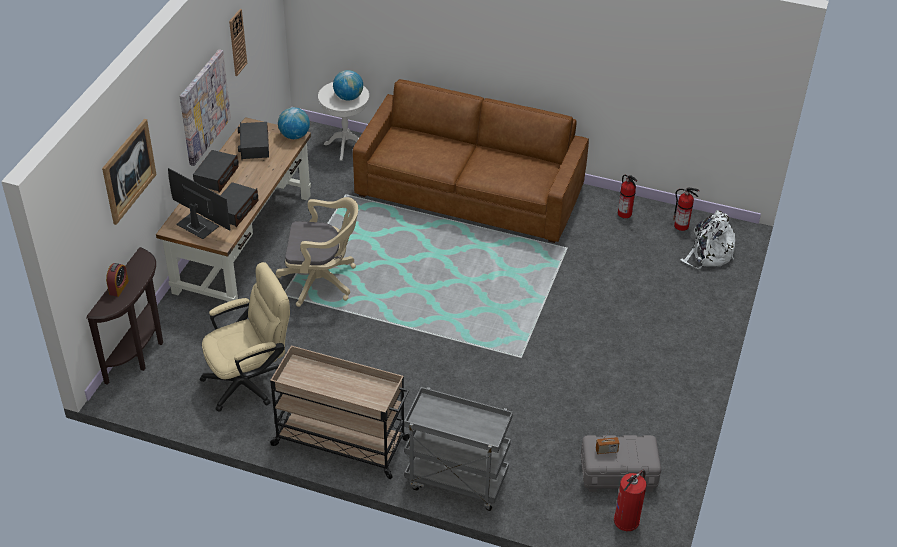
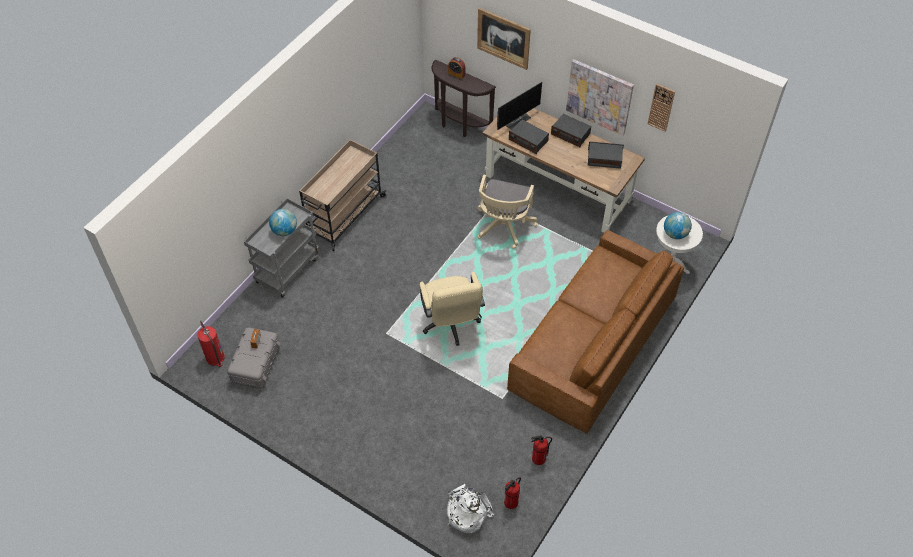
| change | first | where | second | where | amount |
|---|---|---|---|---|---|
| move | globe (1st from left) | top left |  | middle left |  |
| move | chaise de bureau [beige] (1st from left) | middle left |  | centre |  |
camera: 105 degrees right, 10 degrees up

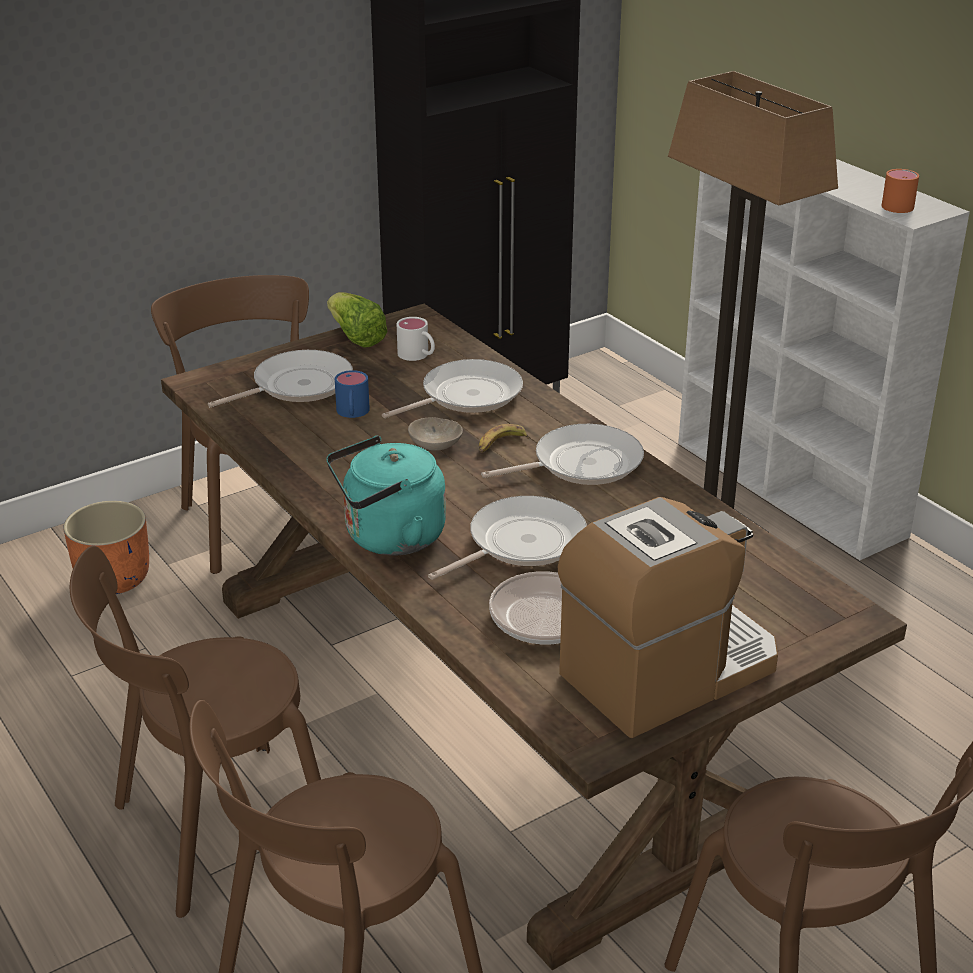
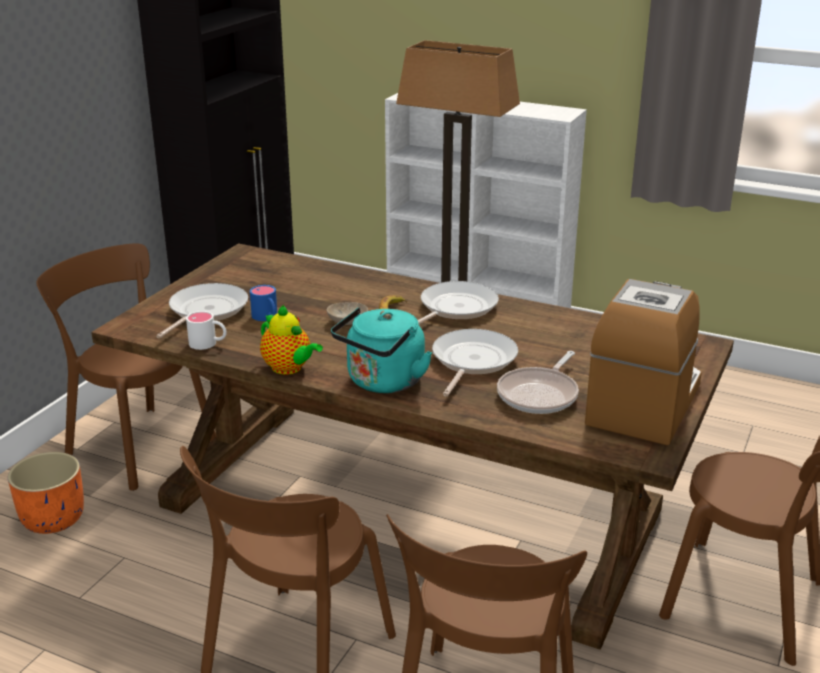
| change | first | where | second | where | amount |
|---|---|---|---|---|---|
| delete | mug [orange] | top right |  |  |  |
| delete | laitue | top centre |  |  |  |
| move | mug [blanc] | centre |  | middle left |  |
| delete | poêle (2nd from left) | centre |  |  |  |
| insert |  |  | théière | centre |  |
camera: 30 degrees left, 5 degrees down

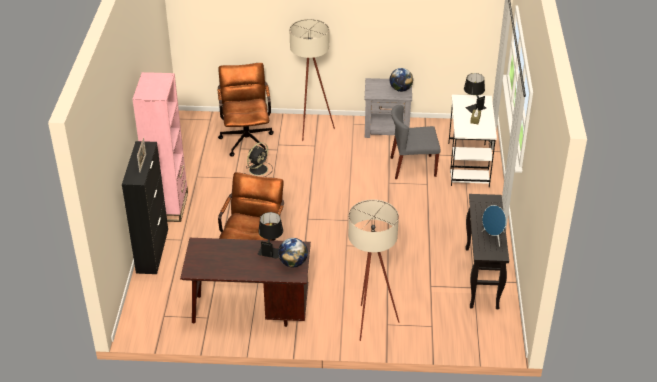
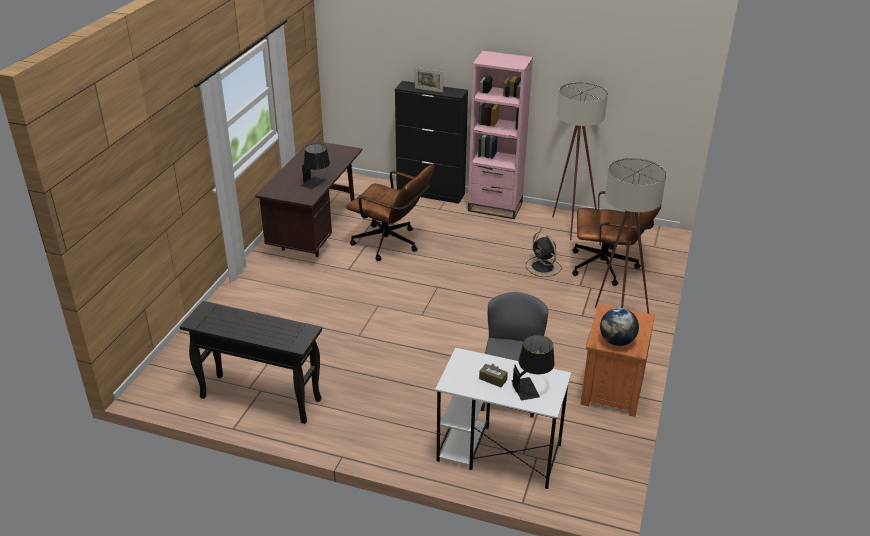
| change | first | where | second | where | amount |
|---|---|---|---|---|---|
| recolor | table de chevet [gris] | top centre | table de chevet [orange] | bottom right |  |
| move | lampadaire [beige] (2nd from left in the first image) | bottom centre | lampadaire [beige] (1st from left) | top right |  |
| delete | enceinte [bleu] | middle right |  |  |  |
| delete | globe (1st from left) | centre |  |  |  |
camera: 105 degrees right, 5 degrees down

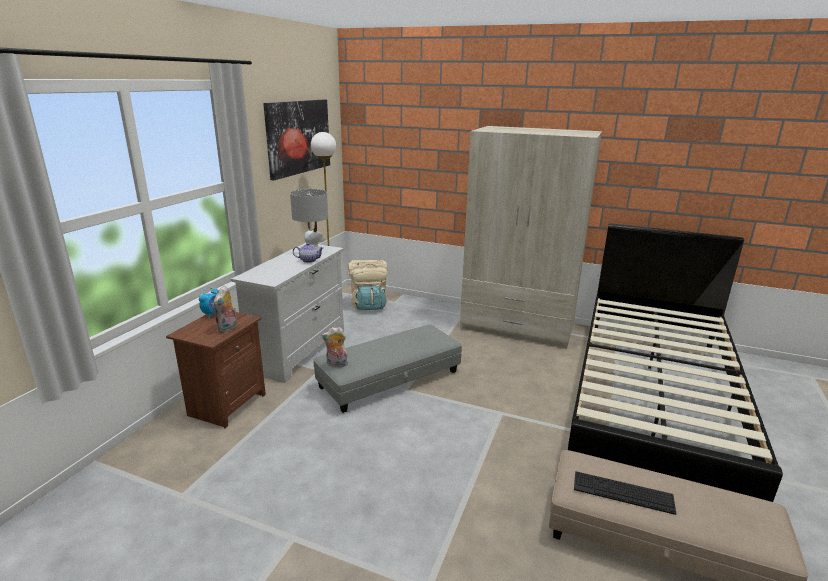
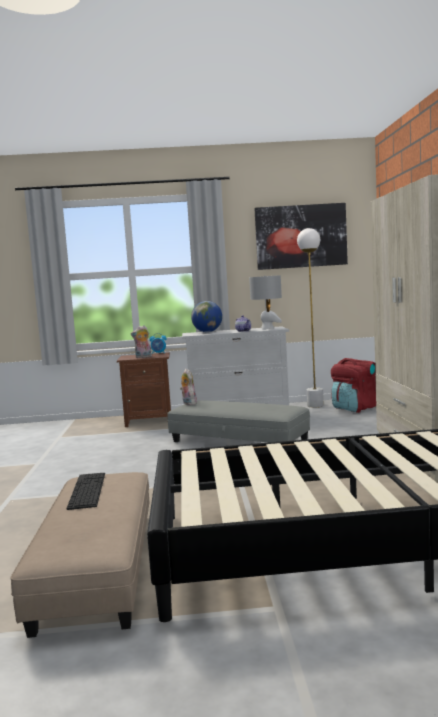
| change | first | where | second | where | amount |
|---|---|---|---|---|---|
| recolor | sac à dos [beige] | centre | sac à dos [rouge] | middle right |  |
| insert |  |  | globe | centre |  |
camera: 65 degrees right, 15 degrees down

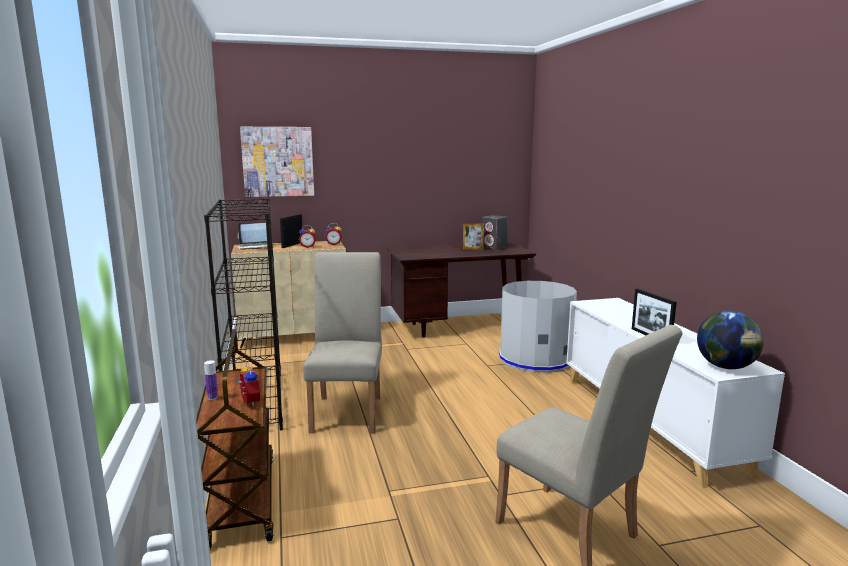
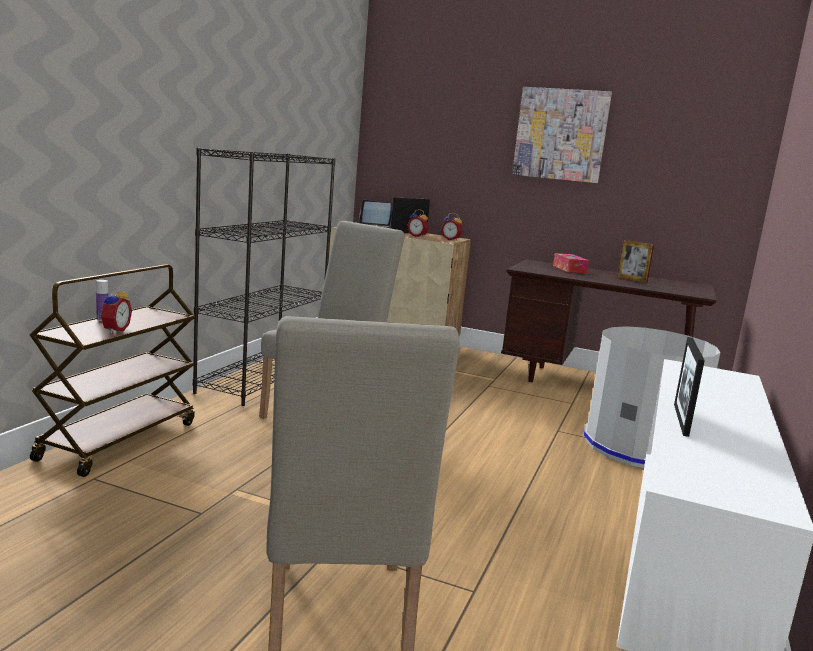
| change | first | where | second | where | amount |
|---|---|---|---|---|---|
| move | tableau | top left |  | top right |  |
| delete | enceinte [gris] | centre |  |  |  |
| delete | globe | middle right |  |  |  |
| insert |  |  | boîte à mouchoirs | middle right |  |
camera: 35 degrees right, 0 degrees up

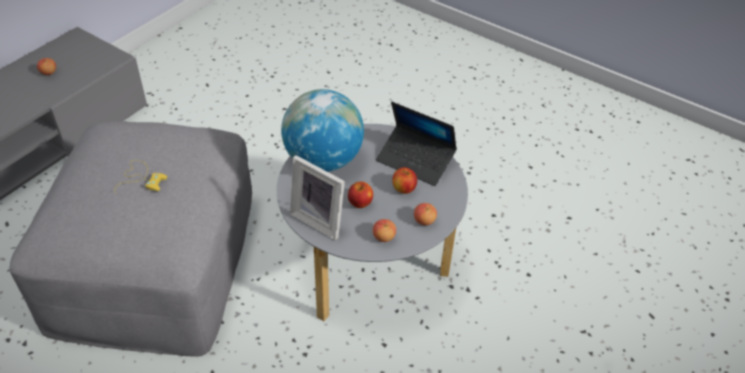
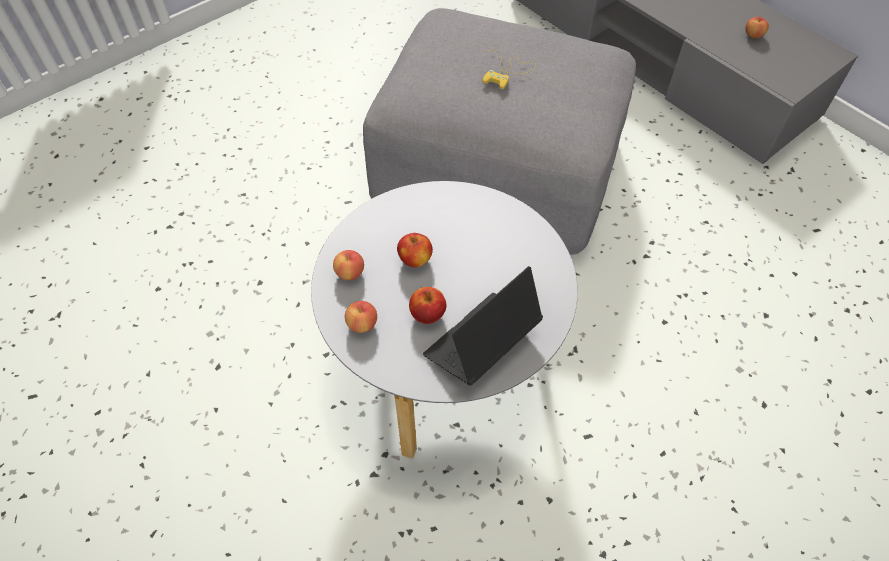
| change | first | where | second | where | amount |
|---|---|---|---|---|---|
| delete | globe | centre |  |  |  |
| delete | cadre photo | centre |  |  |  |
camera: 105 degrees right, 10 degrees up

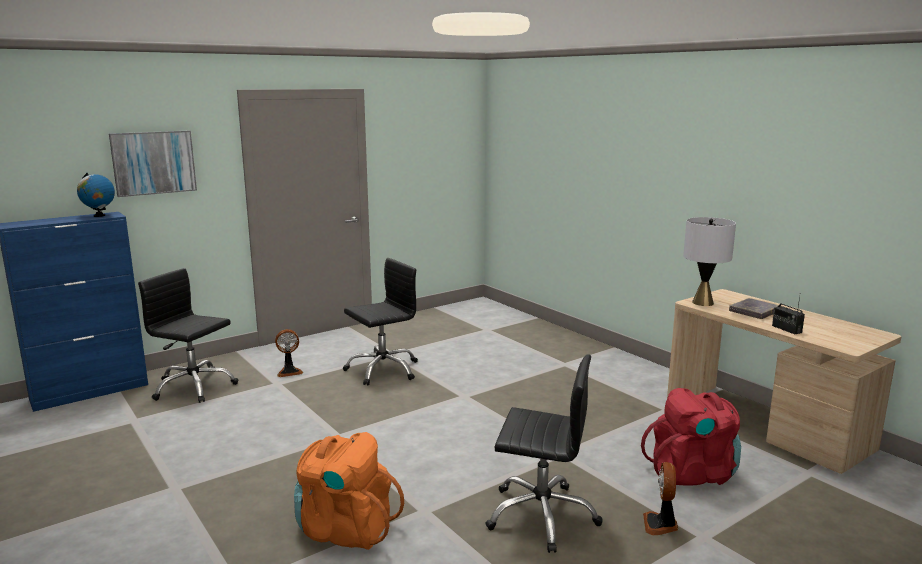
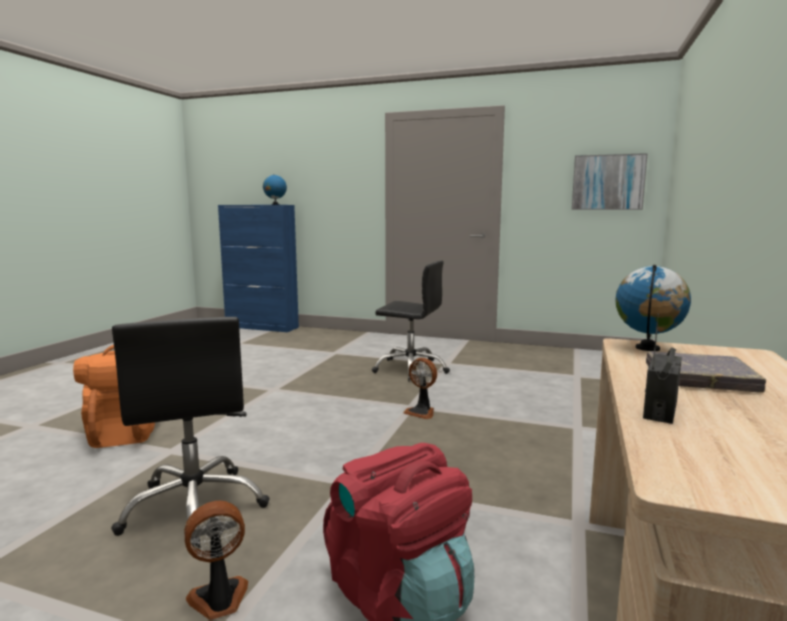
| change | first | where | second | where | amount |
|---|---|---|---|---|---|
| move | tableau | top left |  | top right |  |
| replace | lampe de table [gris] | middle right | globe (2nd from left) | middle right |  |
| delete | chaise de bureau [noir] (1st from left) | middle left |  |  |  |
| move | ventilateur (1st from left in the first image) | middle left | ventilateur (2nd from left) | centre |  |
camera: 55 degrees right, 5 degrees down

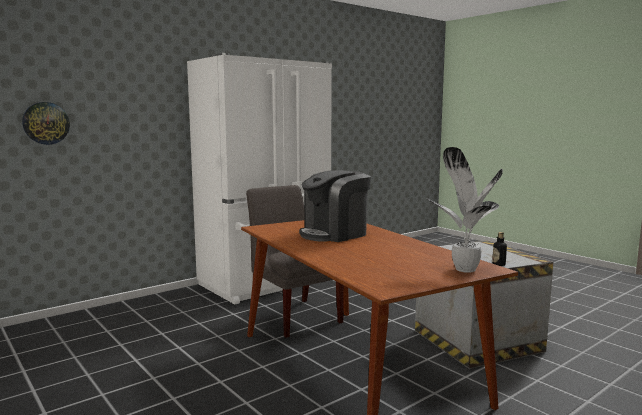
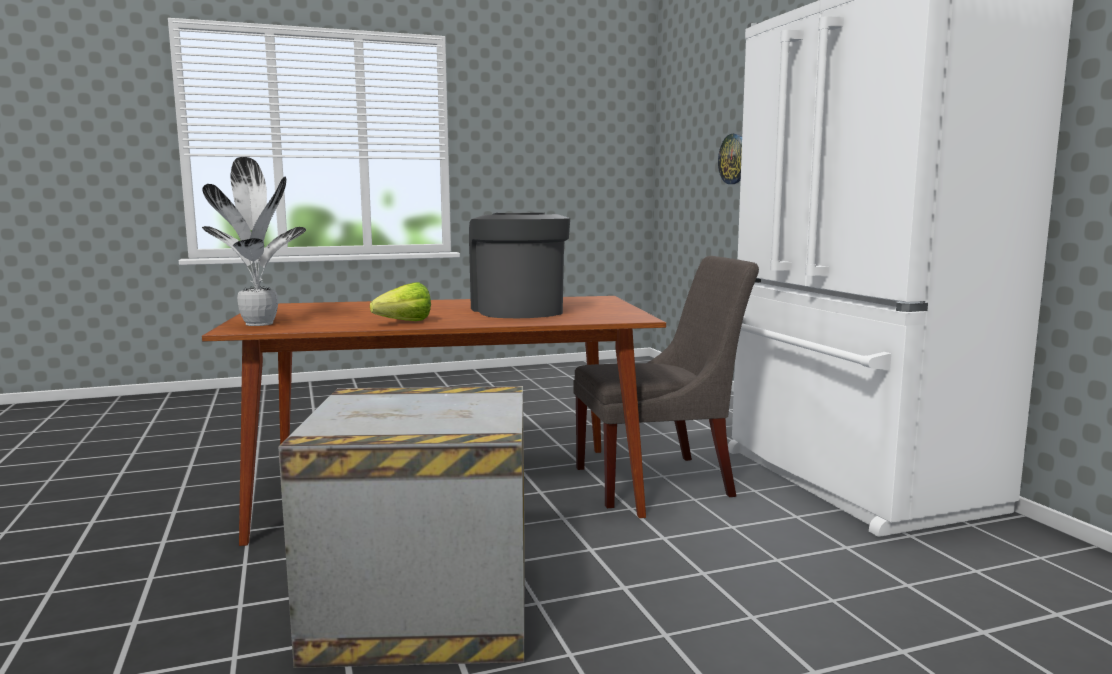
| change | first | where | second | where | amount |
|---|---|---|---|---|---|
| delete | bouteille | middle right |  |  |  |
| insert |  |  | laitue | centre |  |
camera: 110 degrees right, 0 degrees up

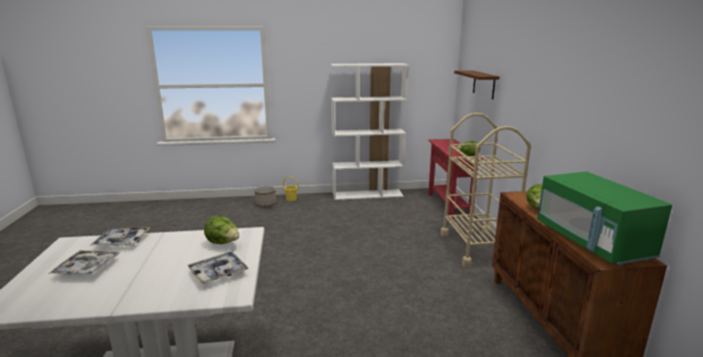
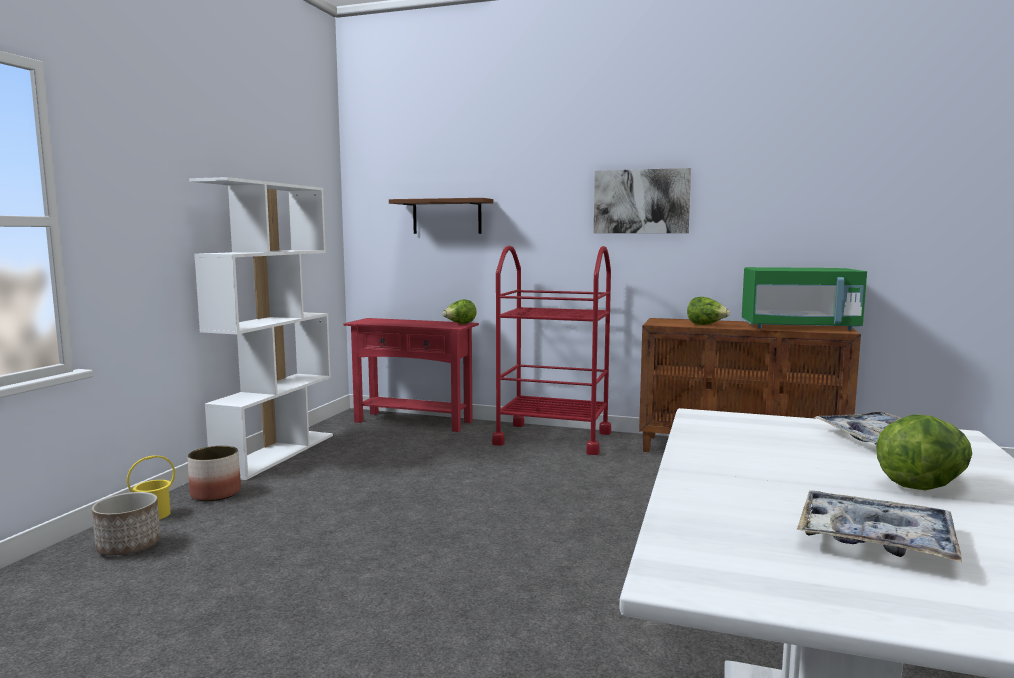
| change | first | where | second | where | amount |
|---|---|---|---|---|---|
| recolor | chariot [beige] | middle right | chariot [rouge] | centre |  |
| move | laitue (1st from left in the first image) | middle left | laitue (3rd from left) | bottom right |  |
| delete | plateau (2nd from left) | middle left |  |  |  |
| insert |  |  | tableau | top centre |  |
| insert |  |  | cache-pot (2nd from left) | bottom left |  |
camera: 65 degrees left, 10 degrees down

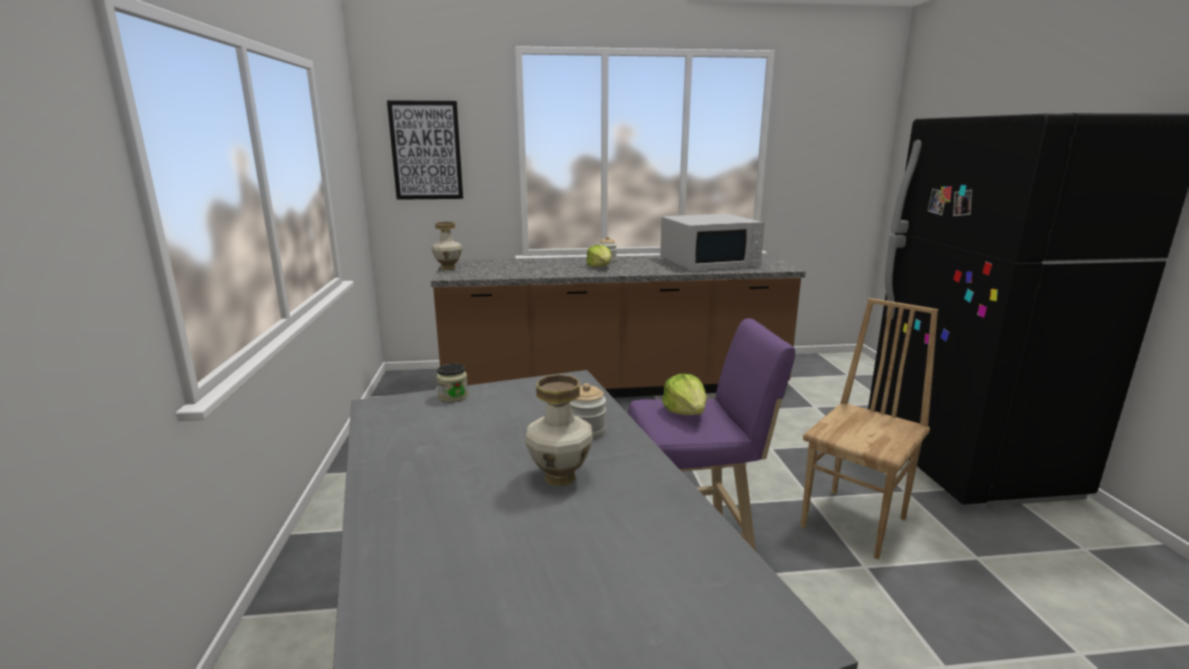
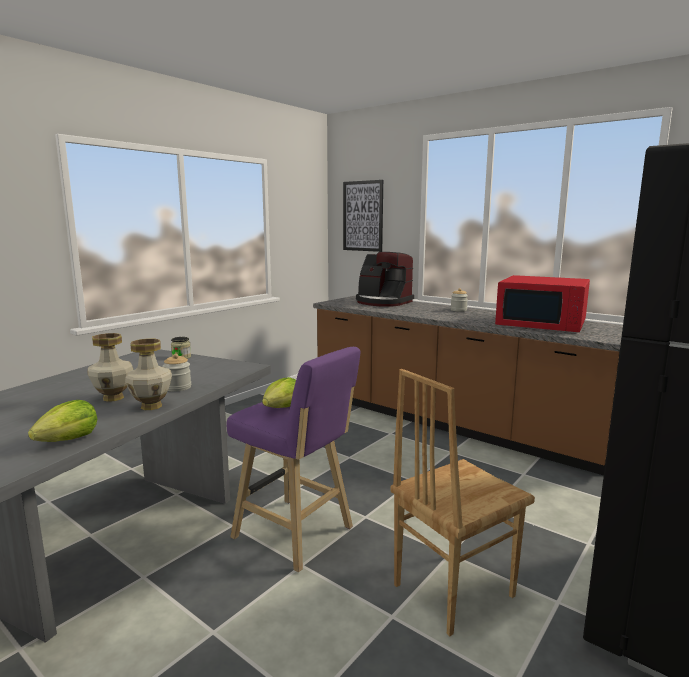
| change | first | where | second | where | amount |
|---|---|---|---|---|---|
| recolor | micro-ondes [blanc] | centre | micro-ondes [rouge] | middle right |  |
| move | vase (1st from left in the first image) | centre | vase (2nd from left) | middle left |  |
| move | laitue (1st from left) | centre |  | middle left |  |
| rotate | chaise [marron] | middle right |  | bottom right | 150 degrees clockwise |
| insert |  |  | machine à café | centre |  |
camera: 45 degrees right, 5 degrees down

